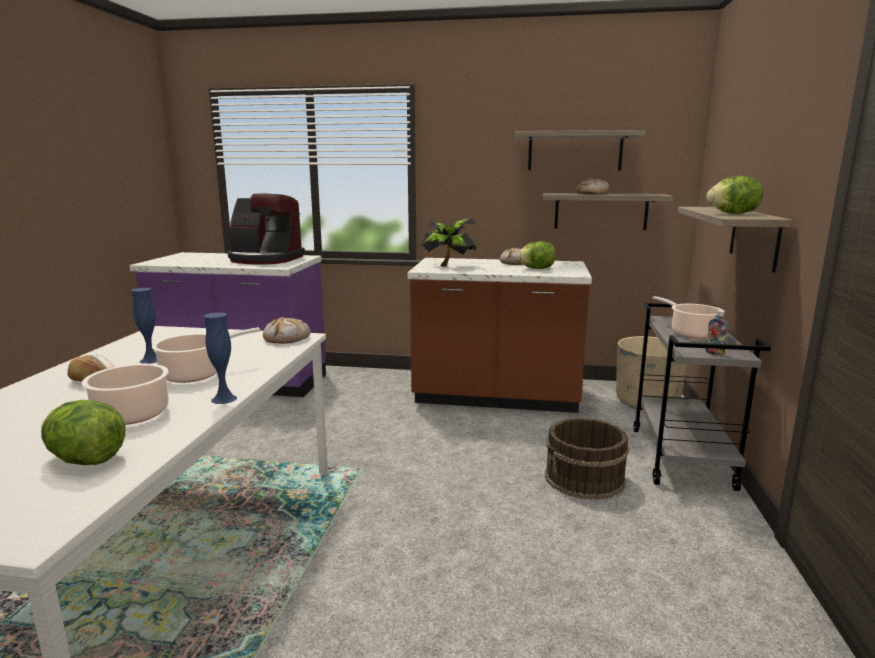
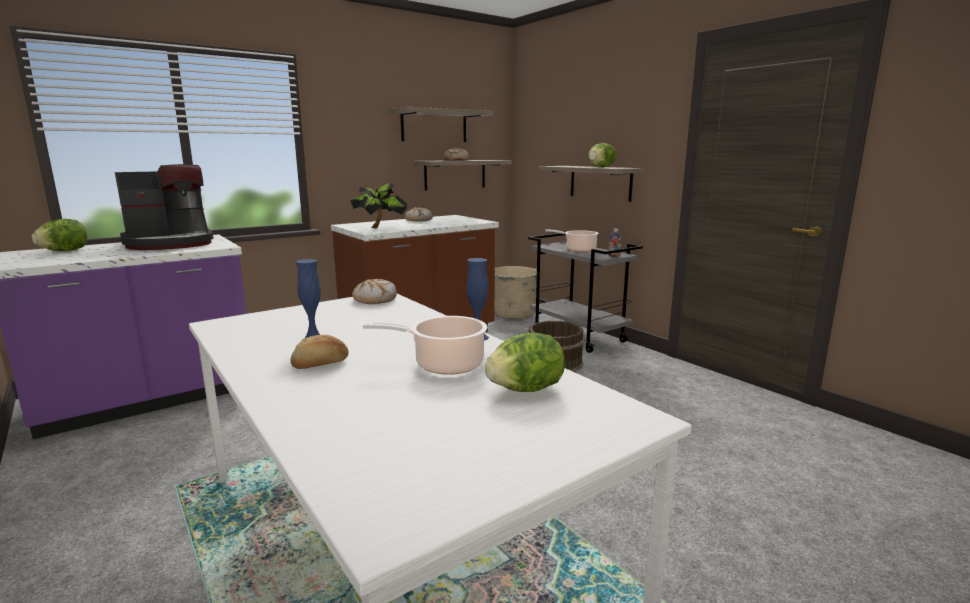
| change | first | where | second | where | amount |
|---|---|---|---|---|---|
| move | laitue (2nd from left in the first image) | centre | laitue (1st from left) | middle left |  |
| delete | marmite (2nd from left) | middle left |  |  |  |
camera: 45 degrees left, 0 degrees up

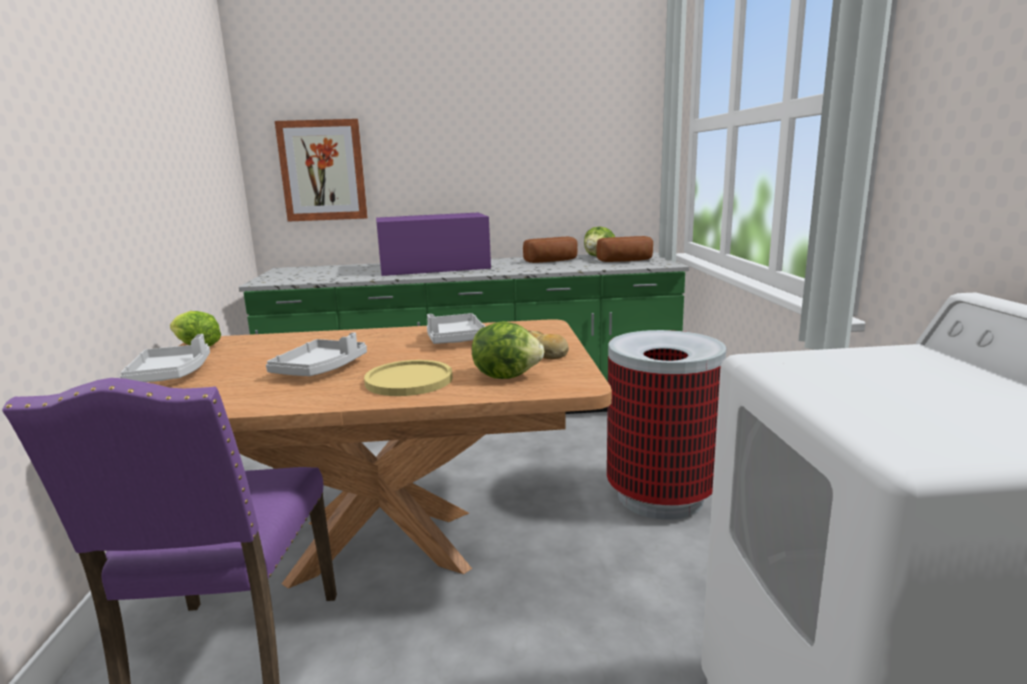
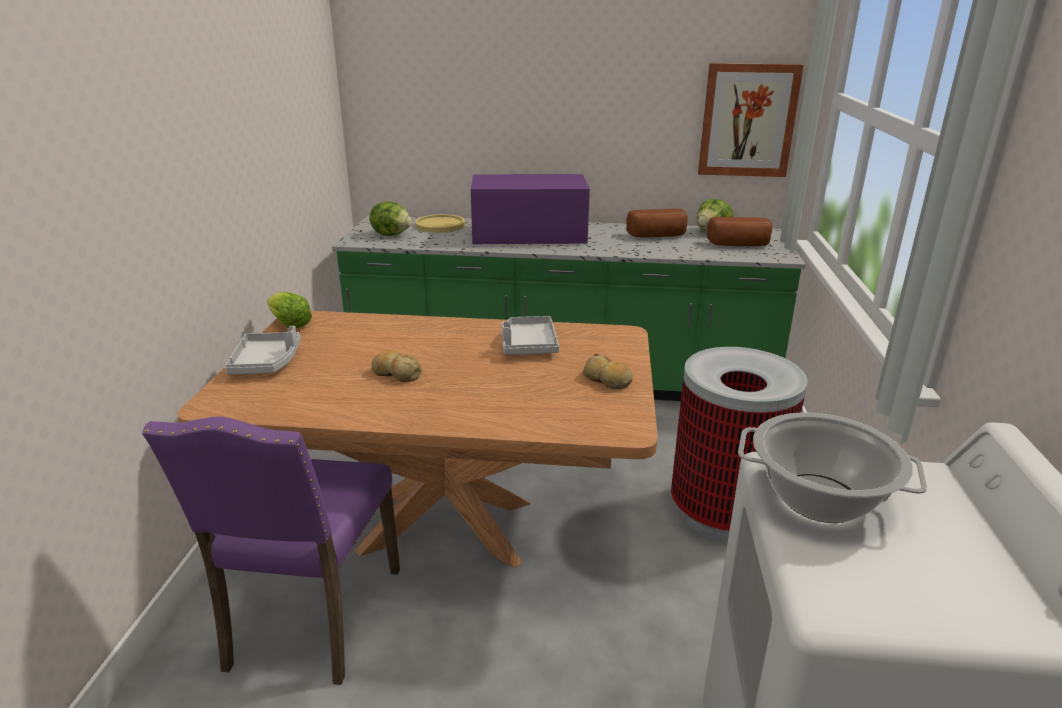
| change | first | where | second | where | amount |
|---|---|---|---|---|---|
| move | tableau | top left |  | top right |  |
| move | laitue (2nd from left) | centre |  | top centre |  |
| replace | plateau [gris] (2nd from left) | middle left | pain (1st from left) | centre |  |
| move | assiette [jaune] | centre |  | top centre |  |
| insert |  |  | marmite | middle right |  |
camera: 10 degrees right, 10 degrees up

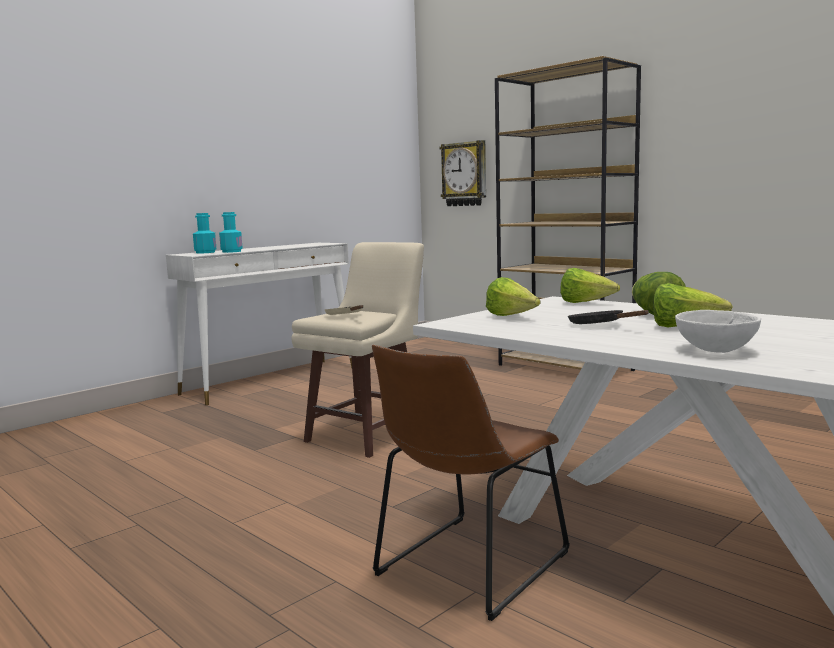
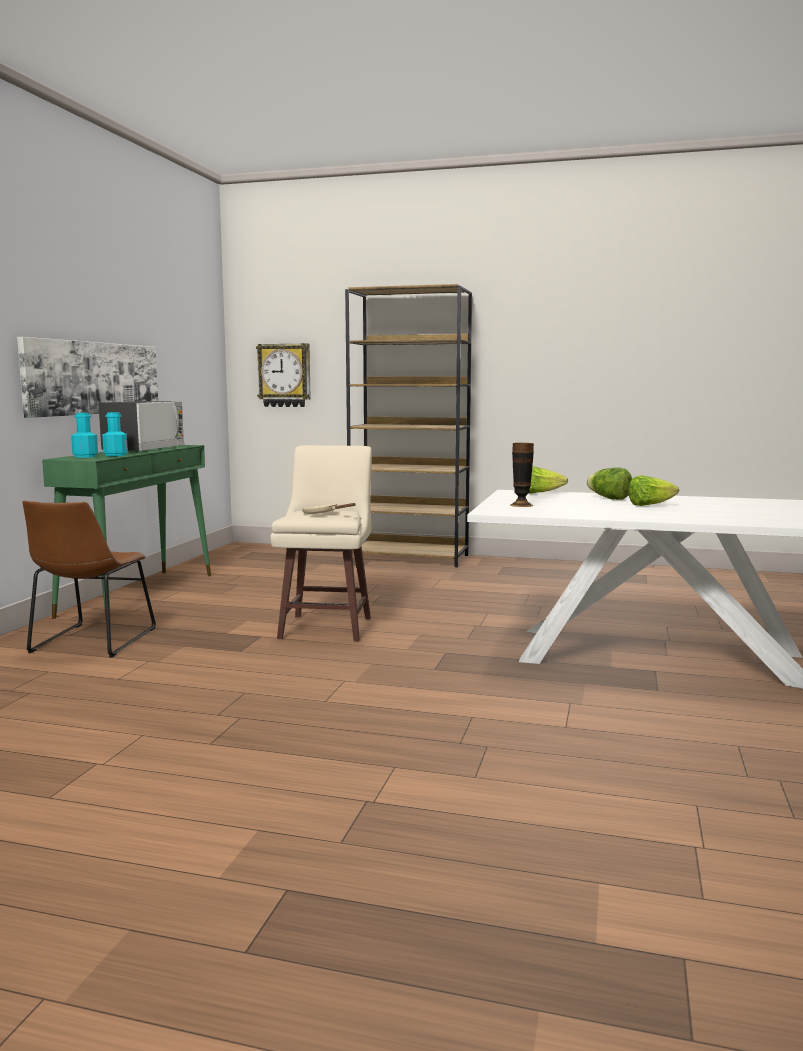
| change | first | where | second | where | amount |
|---|---|---|---|---|---|
| recolor | table console [blanc] | middle left | table console [vert] | middle left |  |
| replace | laitue (1st from left) | centre | vase | centre |  |
| delete | poêle [noir] | middle right |  |  |  |
| delete | bol [blanc] | middle right |  |  |  |
| move | chaise [marron] | bottom centre |  | middle left |  |
| insert |  |  | tableau | middle left |  |
| insert |  |  | micro-ondes | middle left |  |
camera: 30 degrees left, 0 degrees up

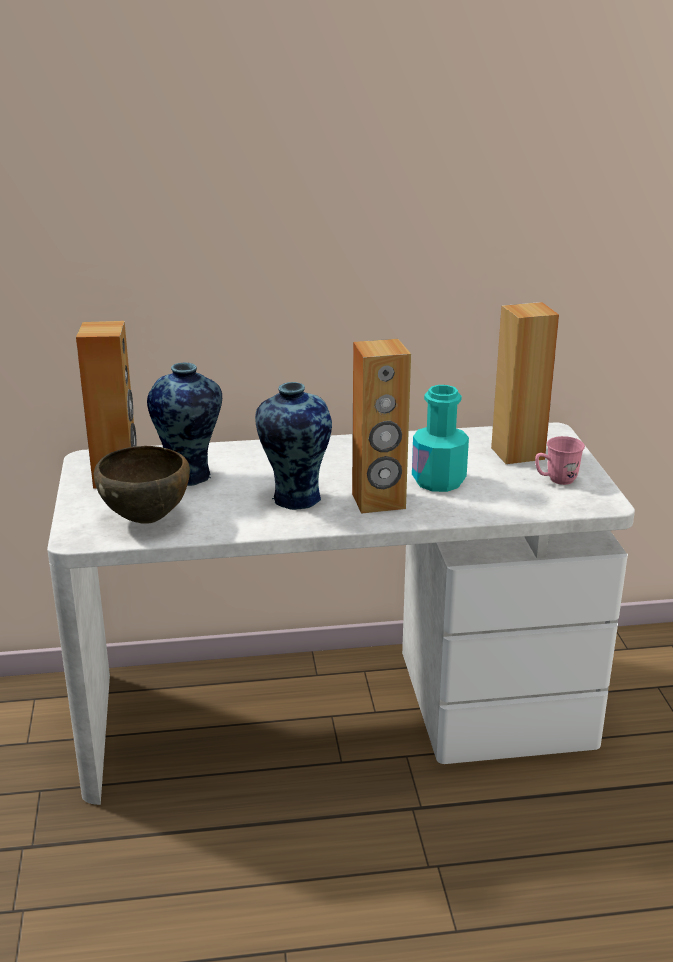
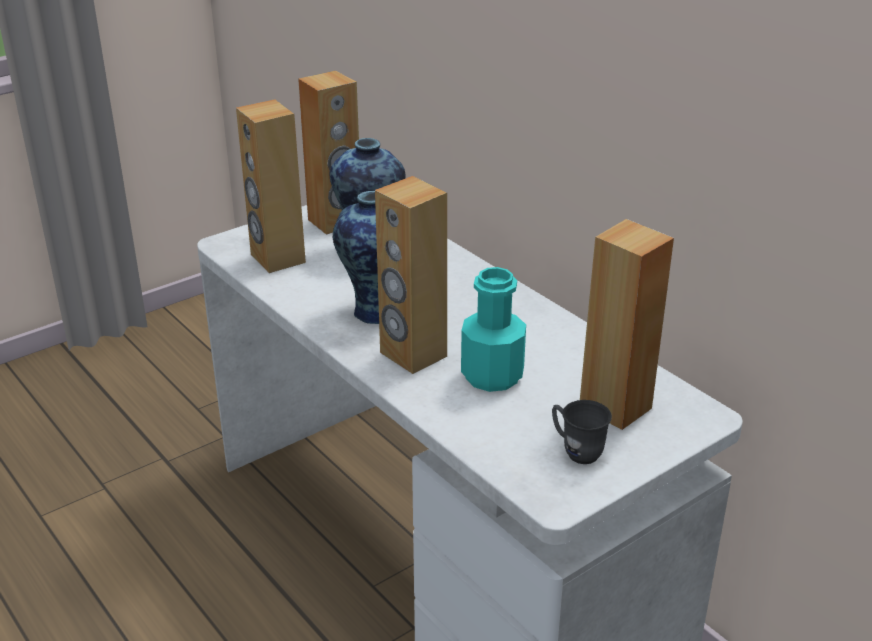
| change | first | where | second | where | amount |
|---|---|---|---|---|---|
| recolor | mug [rose] | middle right | mug [gris] | bottom right |  |
| replace | bol [marron] | middle left | enceinte [marron] (1st from left) | top left |  |
camera: 60 degrees right, 5 degrees up

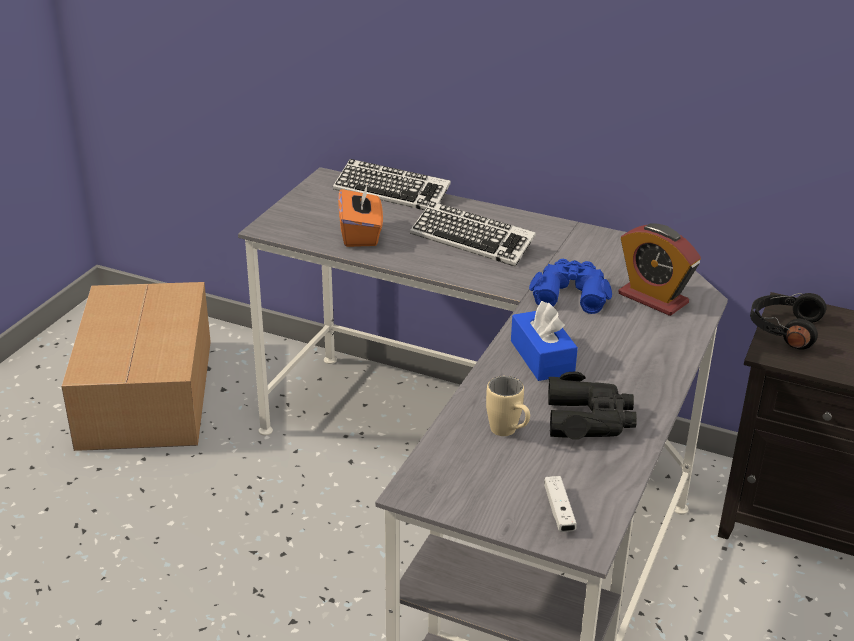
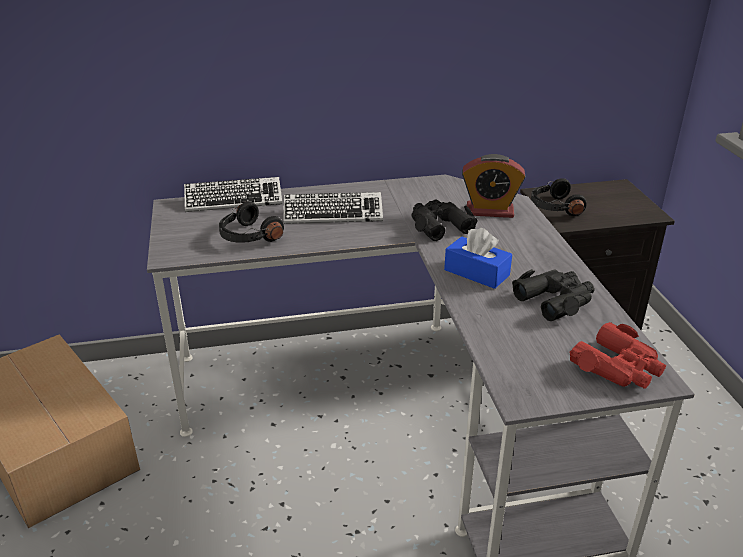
| change | first | where | second | where | amount |
|---|---|---|---|---|---|
| replace | boîte à mouchoirs [orange] | centre | casque audio [noir] (1st from left) | centre |  |
| recolor | jumelles [bleu] | middle right | jumelles [noir] (1st from left) | centre |  |
| delete | mug [beige] | centre |  |  |  |
| replace | manette [blanc] | bottom centre | jumelles [rouge] | middle right |  |
camera: 35 degrees left, 0 degrees up

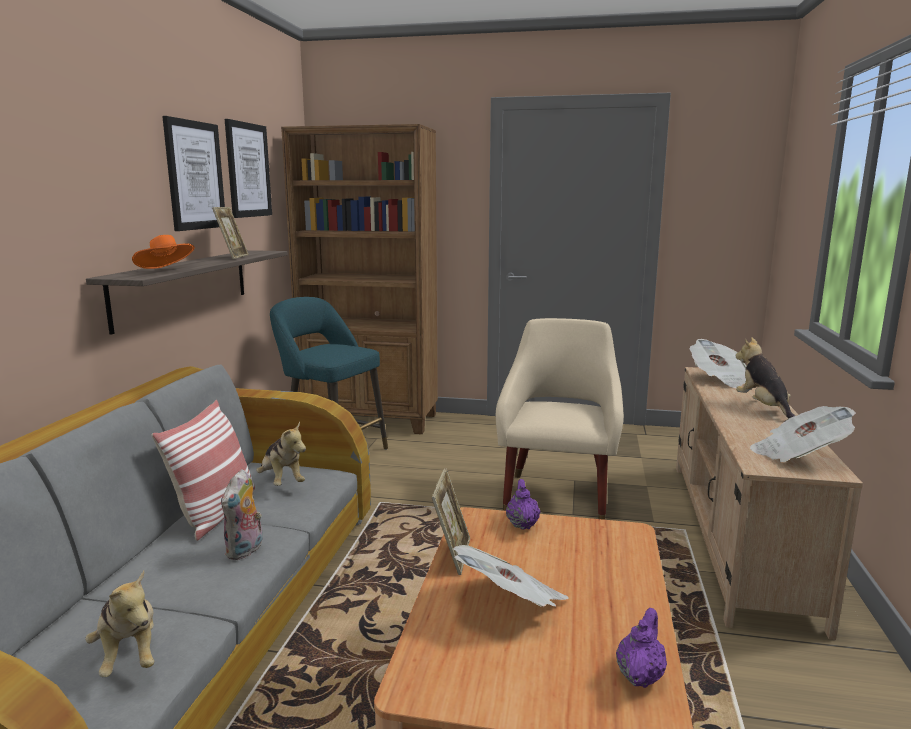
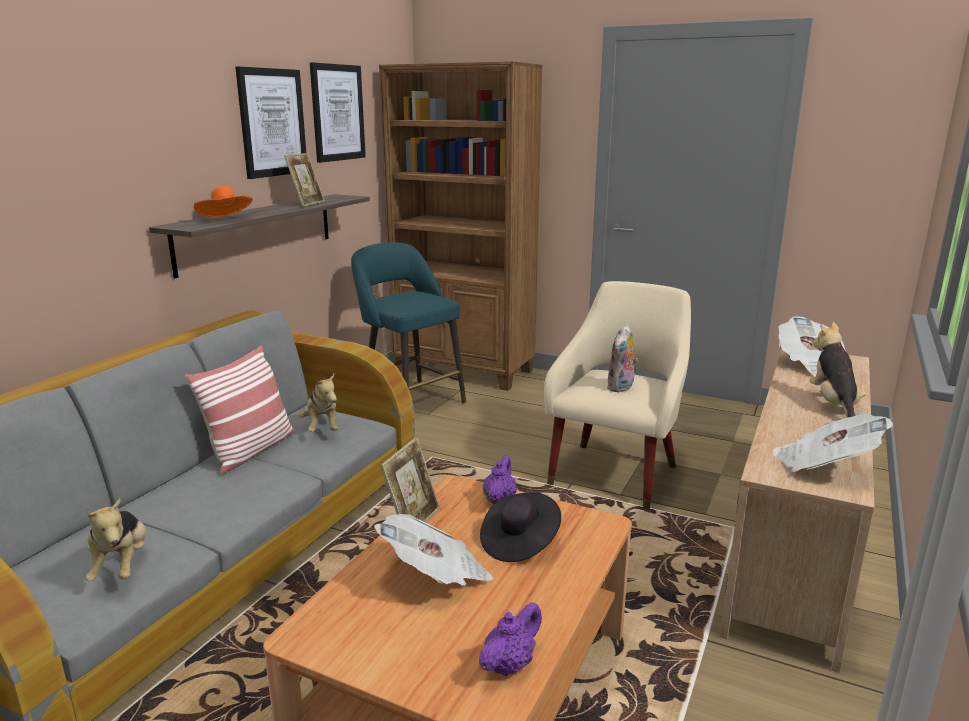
| change | first | where | second | where | amount |
|---|---|---|---|---|---|
| move | peluche (2nd from left in the first image) | bottom left | peluche (3rd from left) | centre |  |
| insert |  |  | chapeau [noir] | bottom centre |  |
camera: 15 degrees right, 5 degrees up

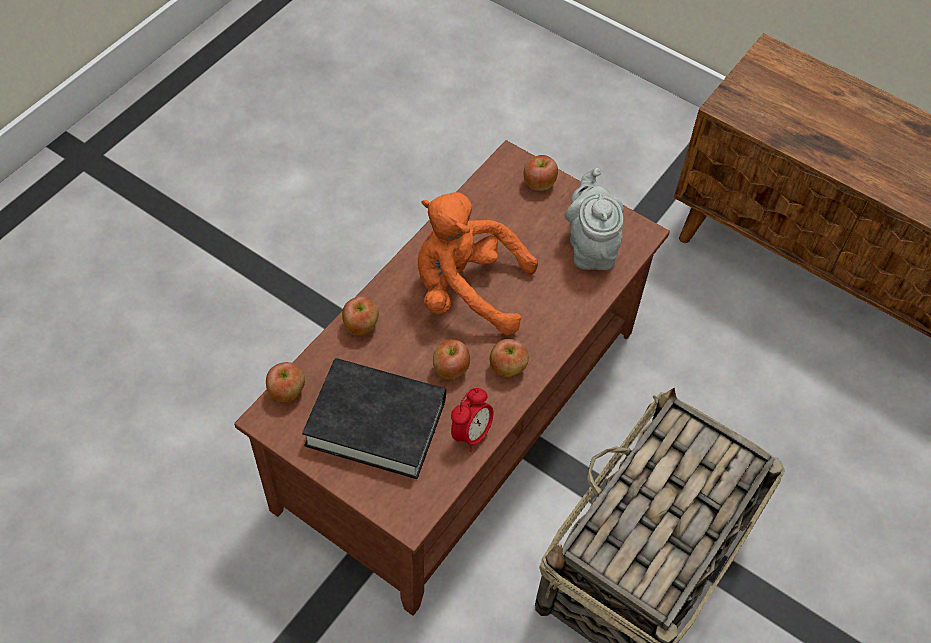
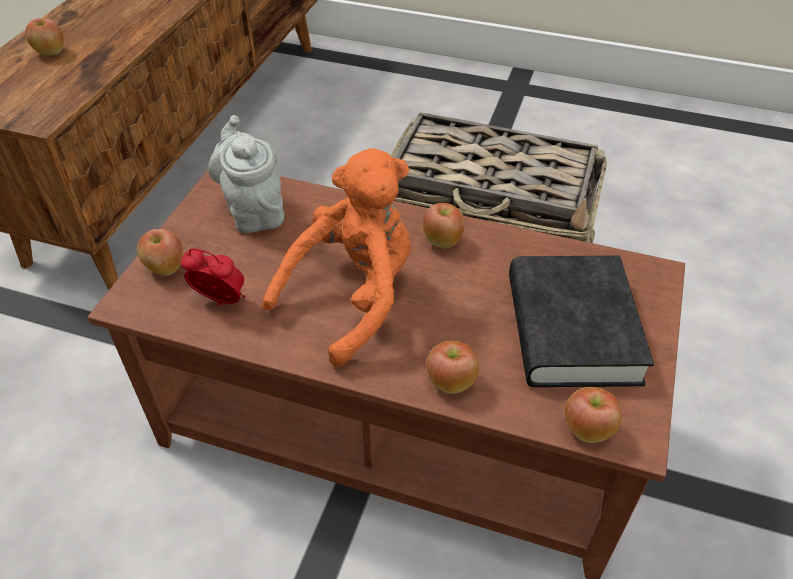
| change | first | where | second | where | amount |
|---|---|---|---|---|---|
| rotate | théière [gris] | centre |  | top left | 90 degrees clockwise |
| rotate | peluche [orange] | centre |  | centre | 135 degrees counterclockwise |
| move | pomme (3rd from left in the first image) | centre | pomme (1st from left) | top left |  |
| move | réveil | centre |  | middle left |  |
camera: 105 degrees left, 10 degrees down

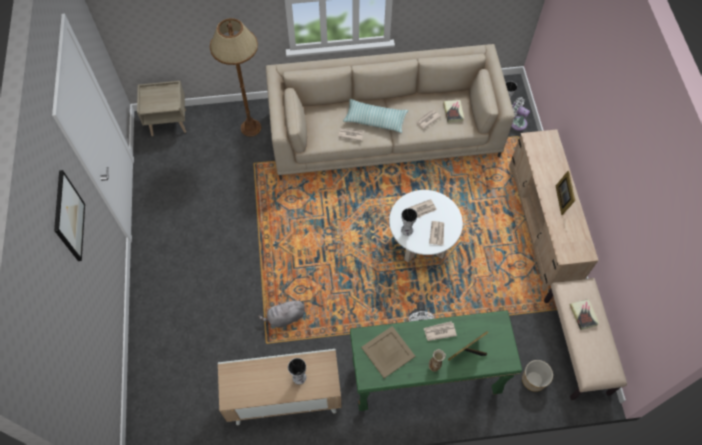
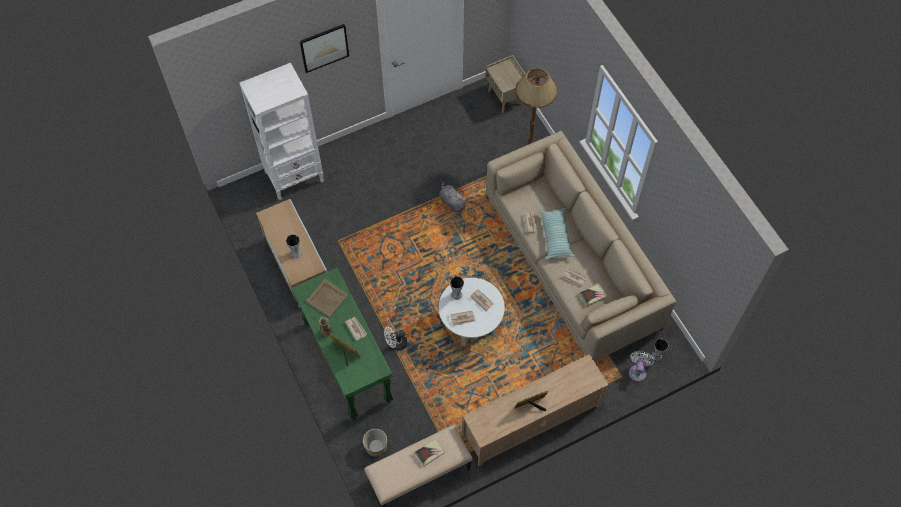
| change | first | where | second | where | amount |
|---|---|---|---|---|---|
| move | peluche [gris] | bottom centre |  | centre |  |
| insert |  |  | bibliothèque [blanc] | top left |  |
camera: 70 degrees right, 0 degrees up

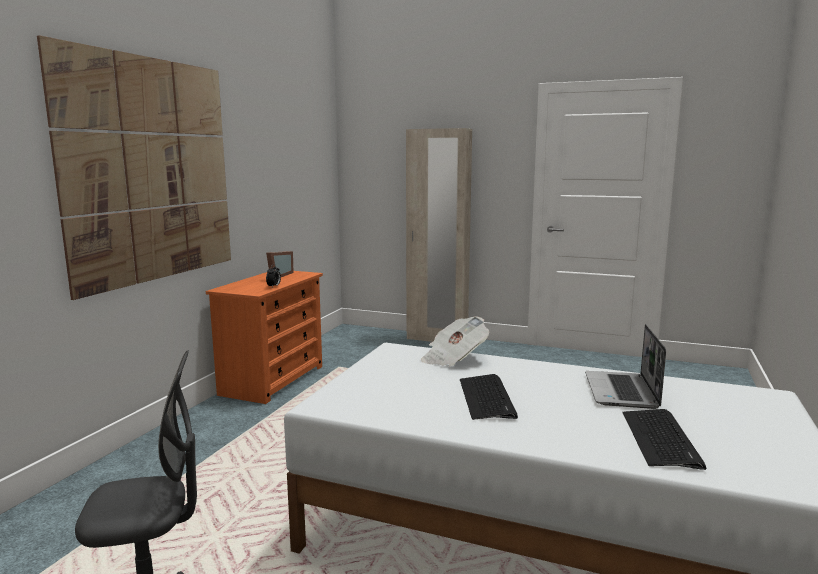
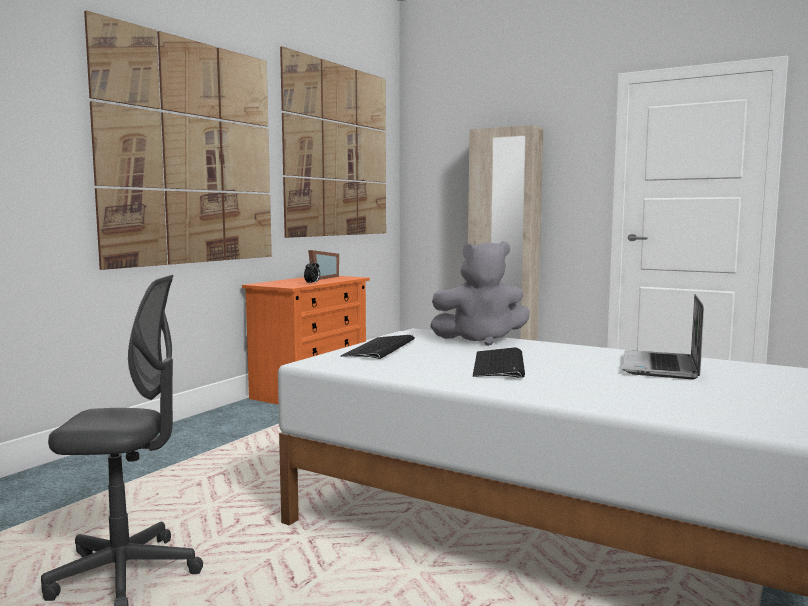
| change | first | where | second | where | amount |
|---|---|---|---|---|---|
| replace | journal | centre | peluche [gris] | centre |  |
| move | clavier (2nd from left in the first image) | bottom right | clavier (1st from left) | centre |  |
| insert |  |  | tableau (2nd from left) | top centre |  |
camera: 10 degrees right, 5 degrees down

